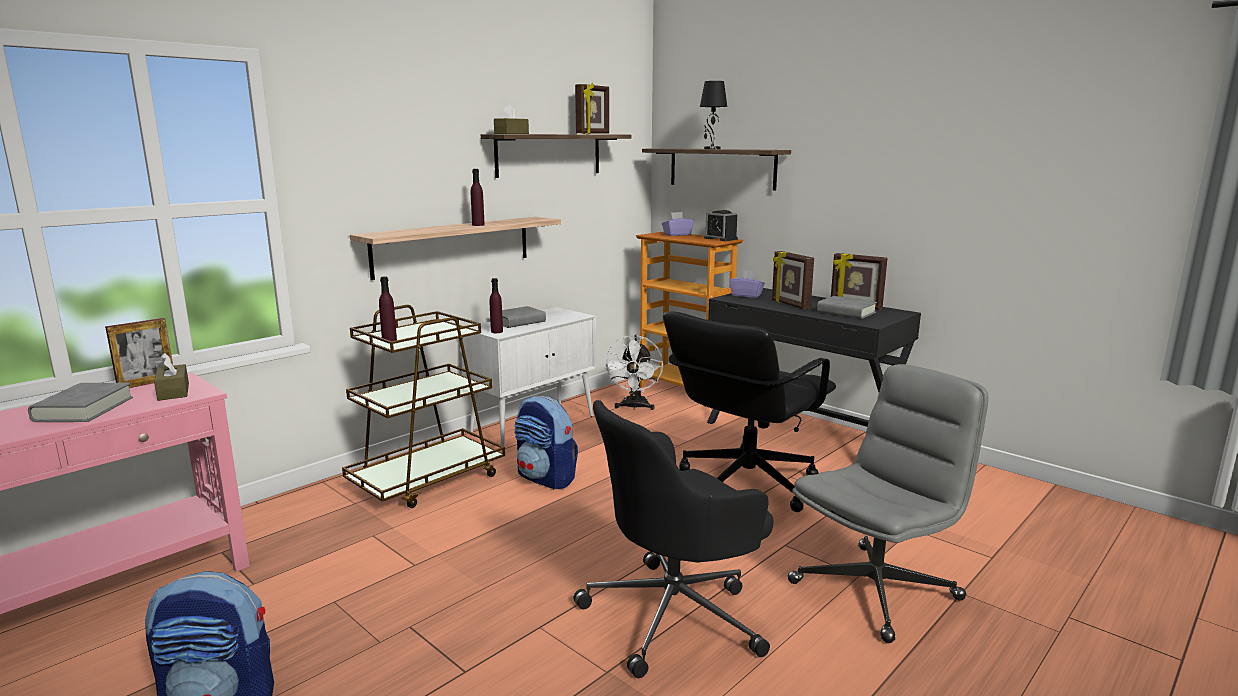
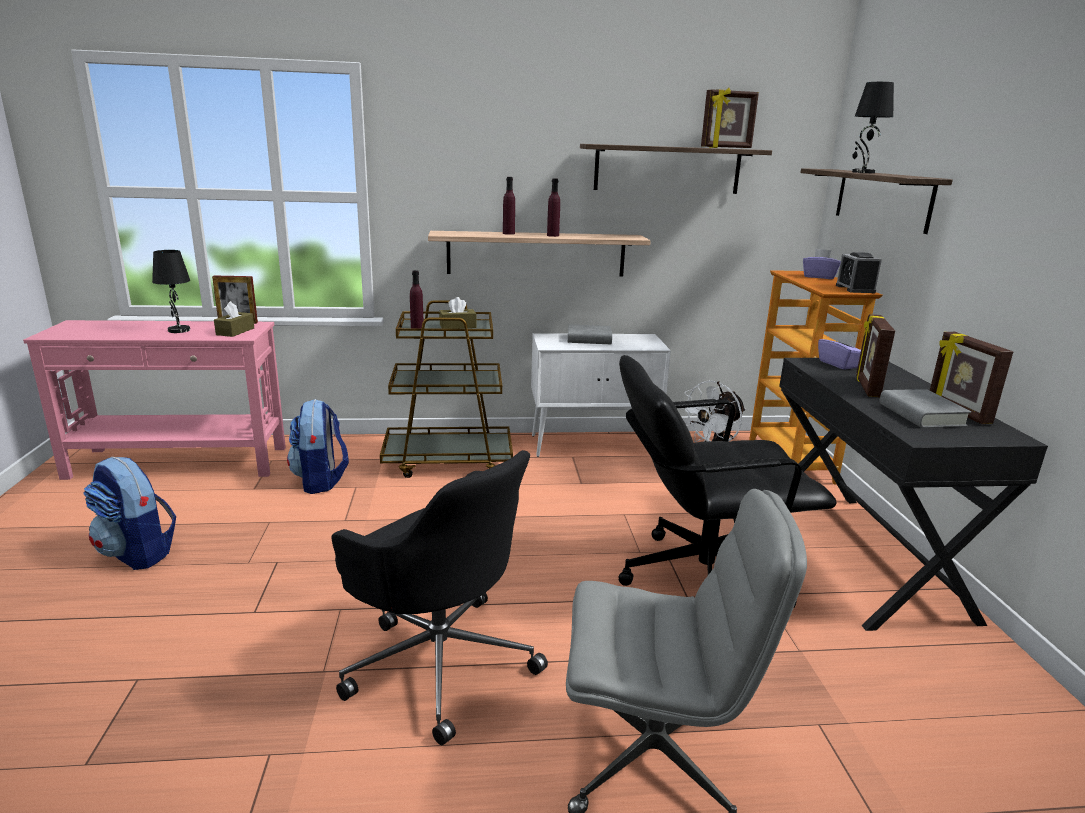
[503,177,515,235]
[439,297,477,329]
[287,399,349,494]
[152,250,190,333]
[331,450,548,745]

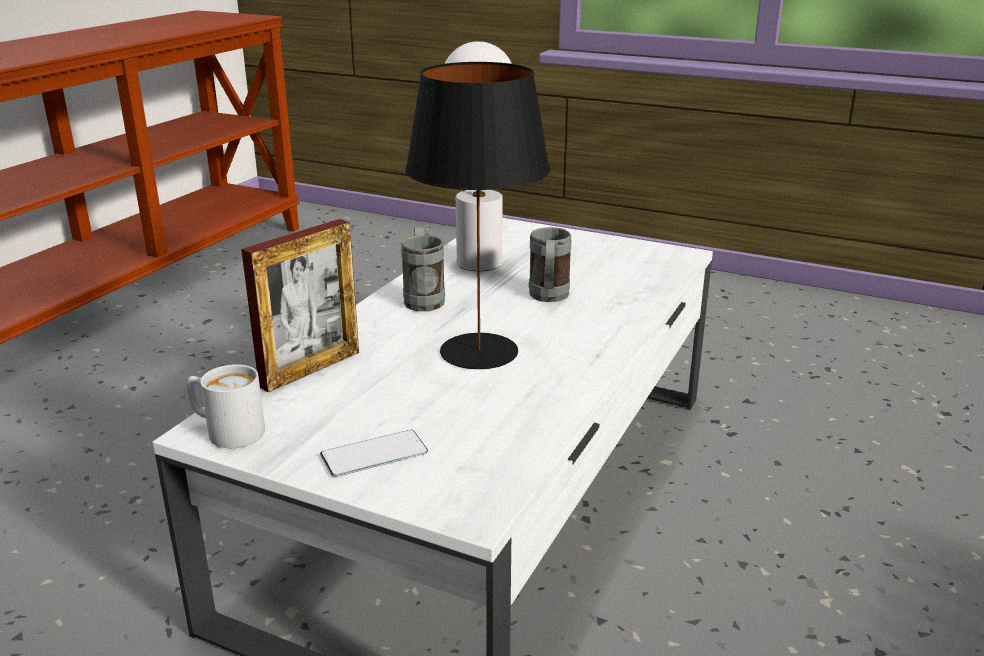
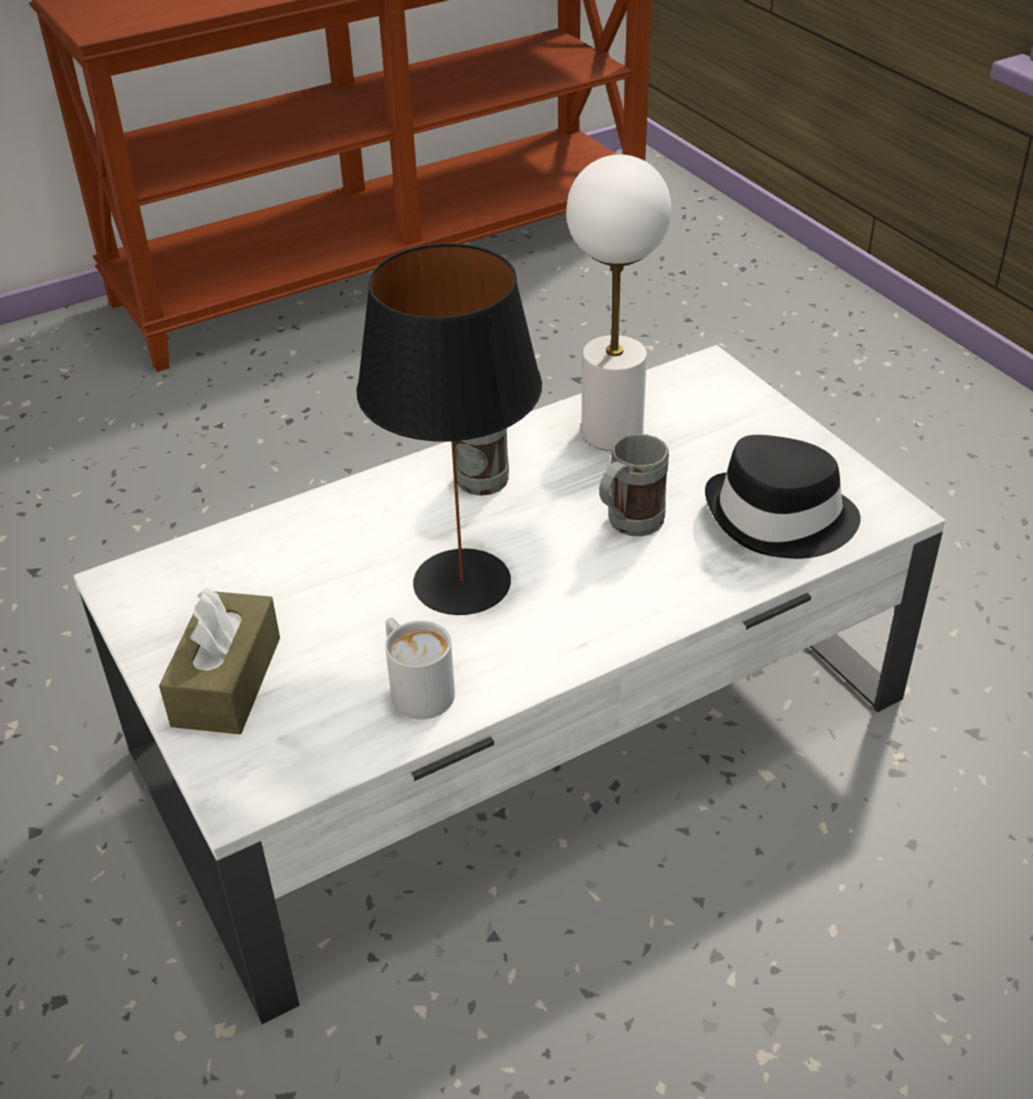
[241,219,359,392] (first image)
[705,435,861,559]
[385,618,455,719]
[159,587,280,734]

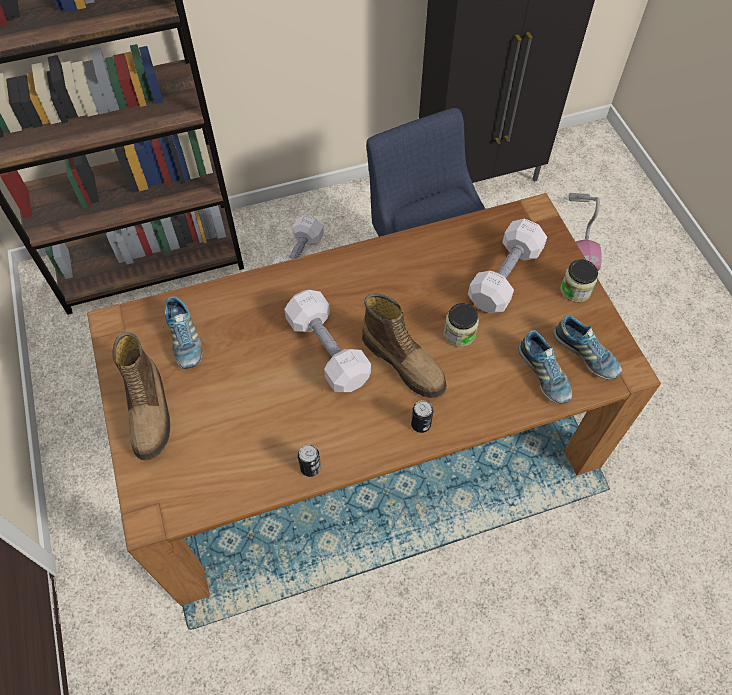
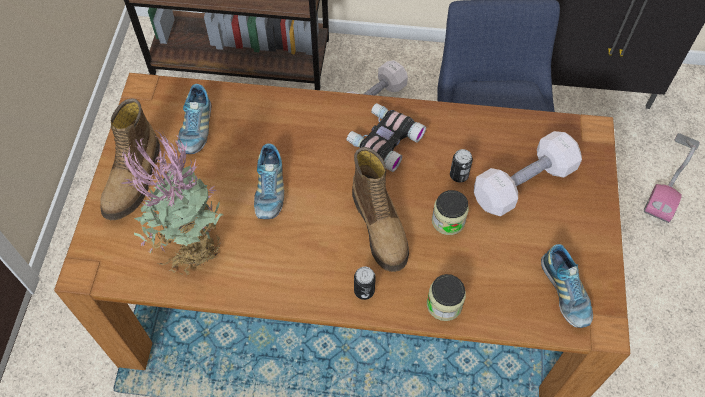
[284,290,371,392] (first image)
[121,131,224,276]
[347,103,426,172]
[450,149,473,183]
[254,143,284,219]
[427,274,466,321]

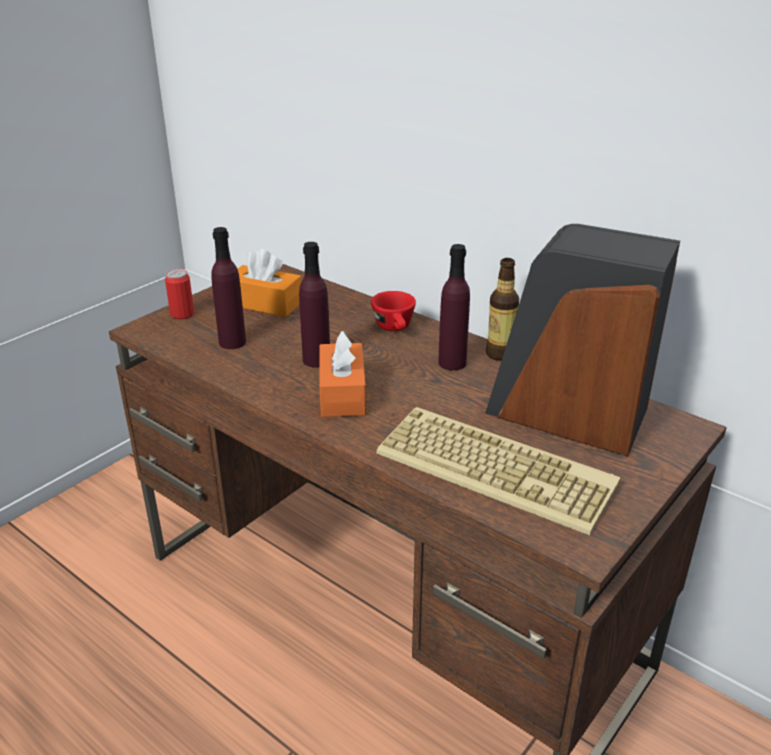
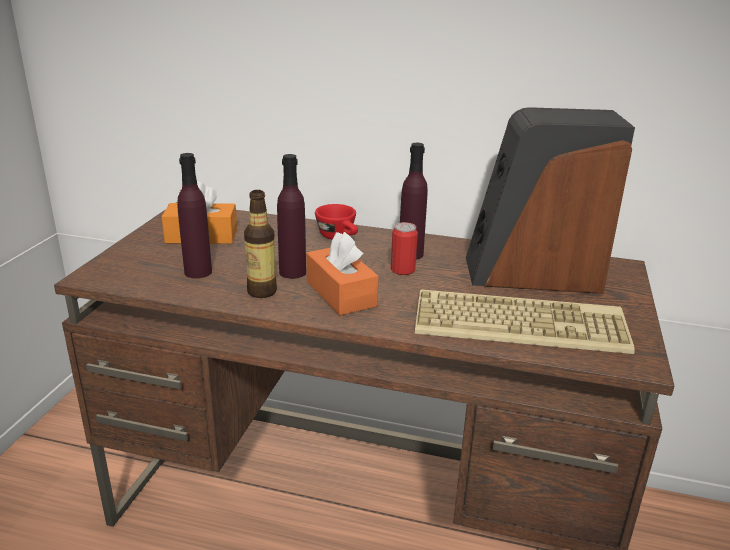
[391,222,418,275]
[244,190,277,298]

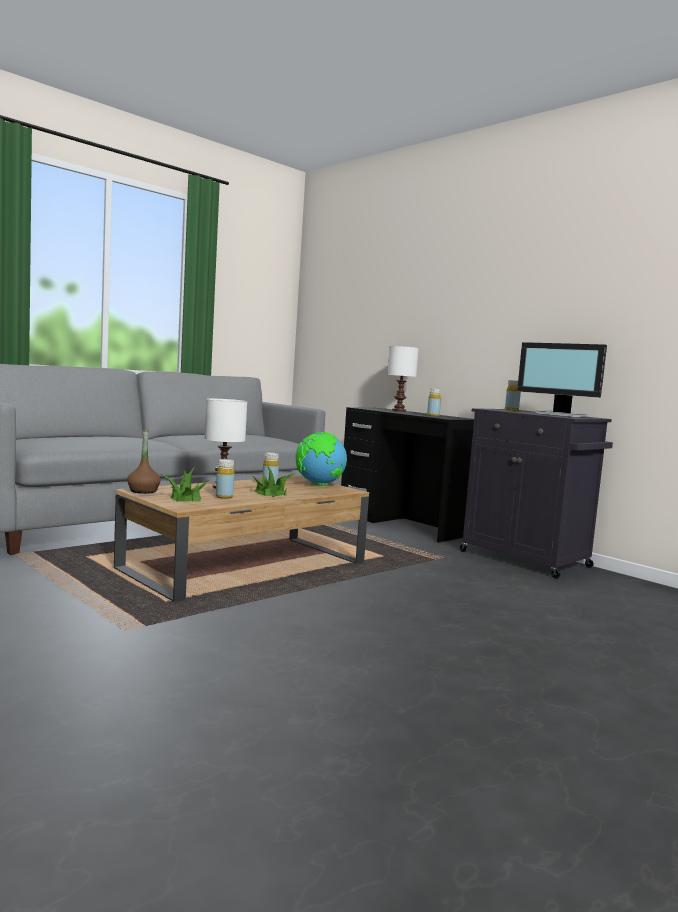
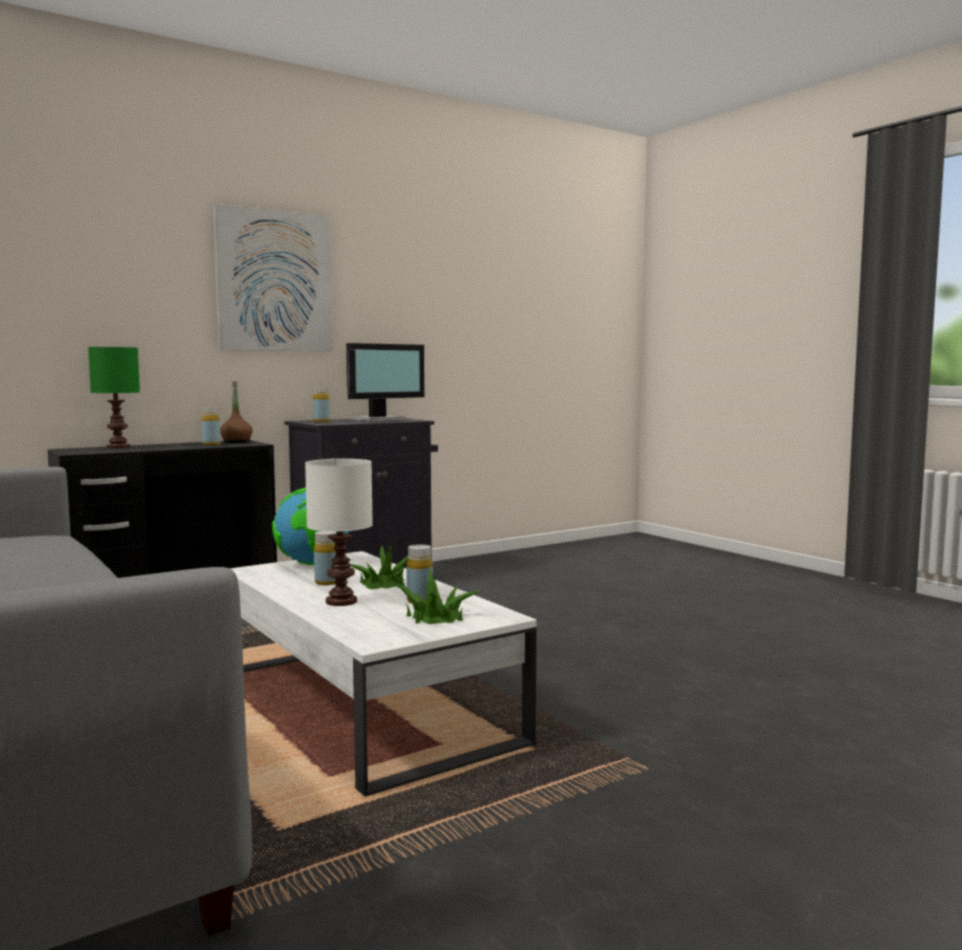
[213,204,332,352]
[220,381,253,443]
[230,551,537,797]
[88,347,140,448]

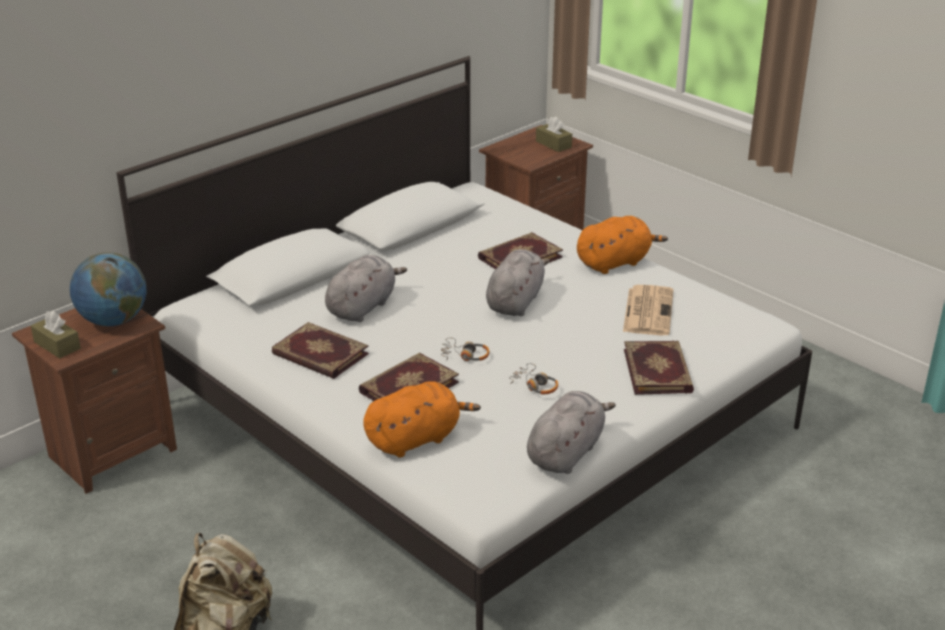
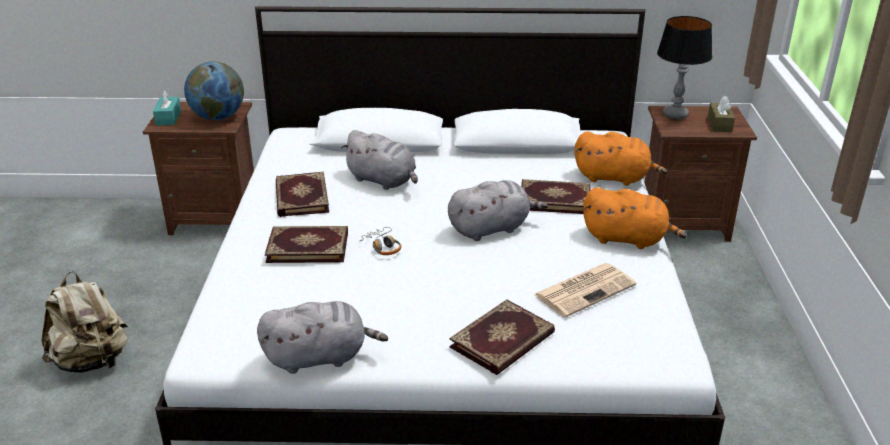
[509,364,558,394] (first image)
[657,16,712,119]
[575,131,667,186]
[153,90,181,126]
[341,130,418,190]

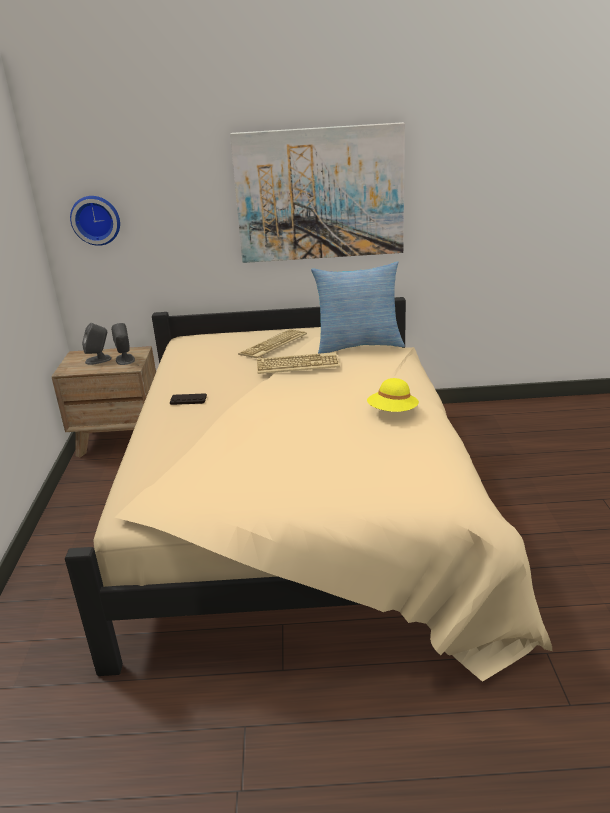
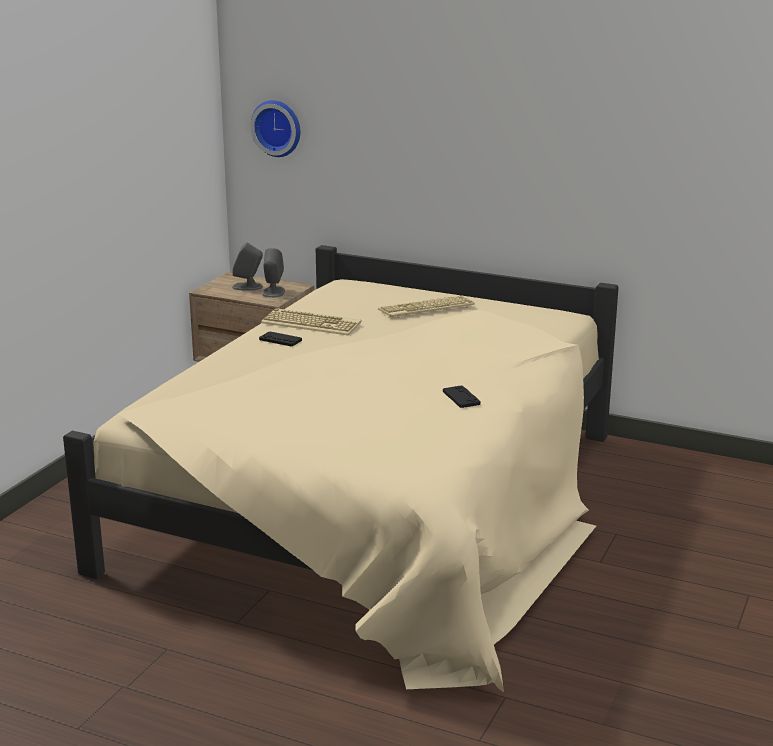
[230,122,405,263] (first image)
[311,261,405,354] (first image)
[261,308,361,336]
[443,386,481,408]

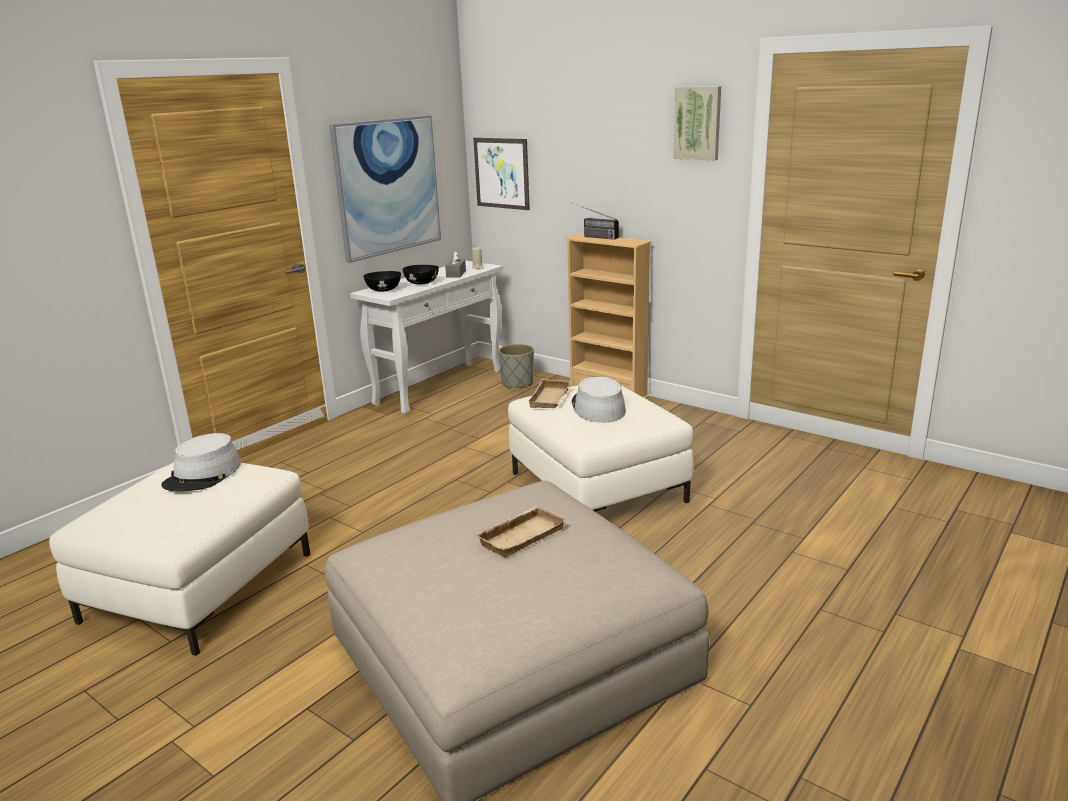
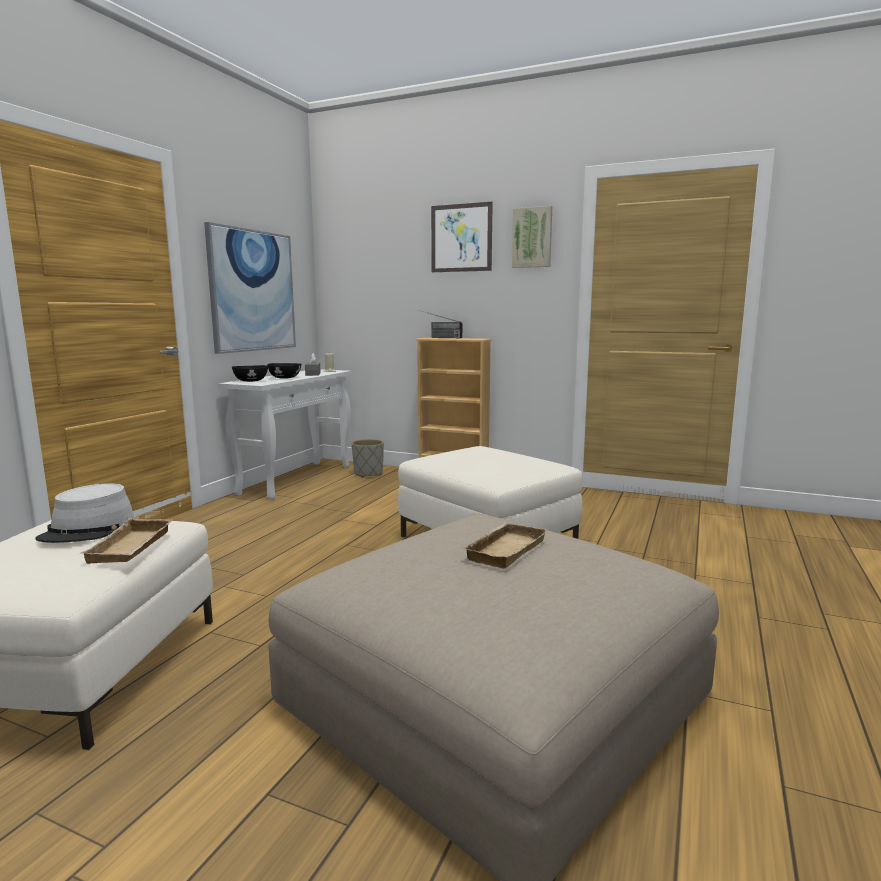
[572,377,626,423] (first image)
[431,202,493,272]
[81,518,173,564]

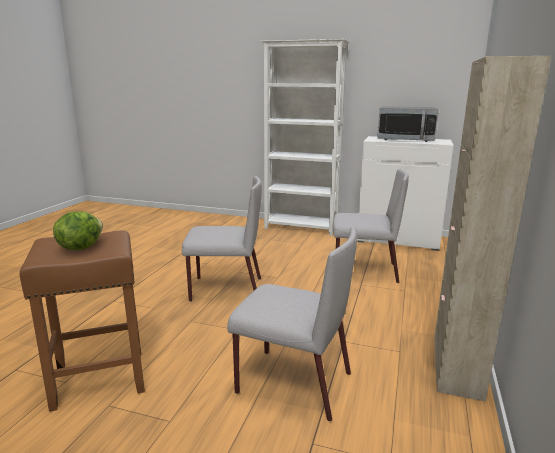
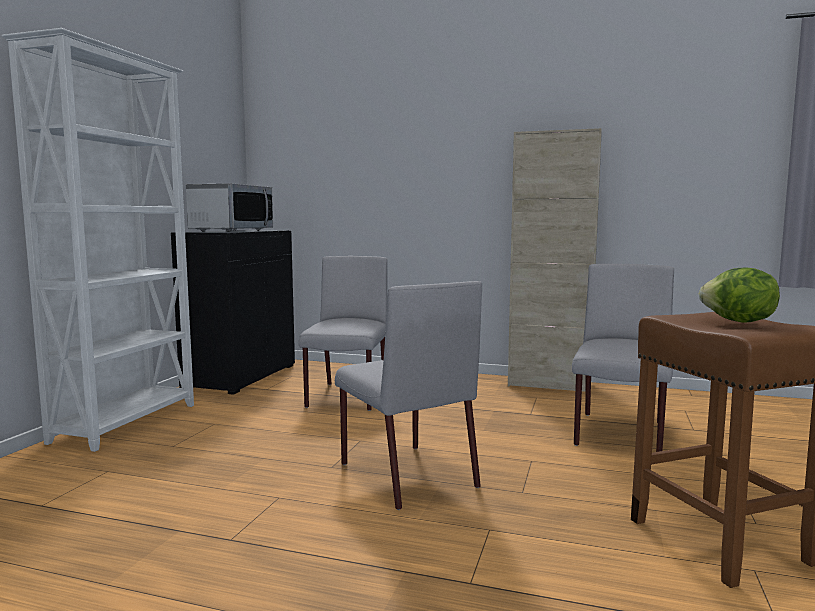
[171,230,295,395]
[335,281,482,510]

